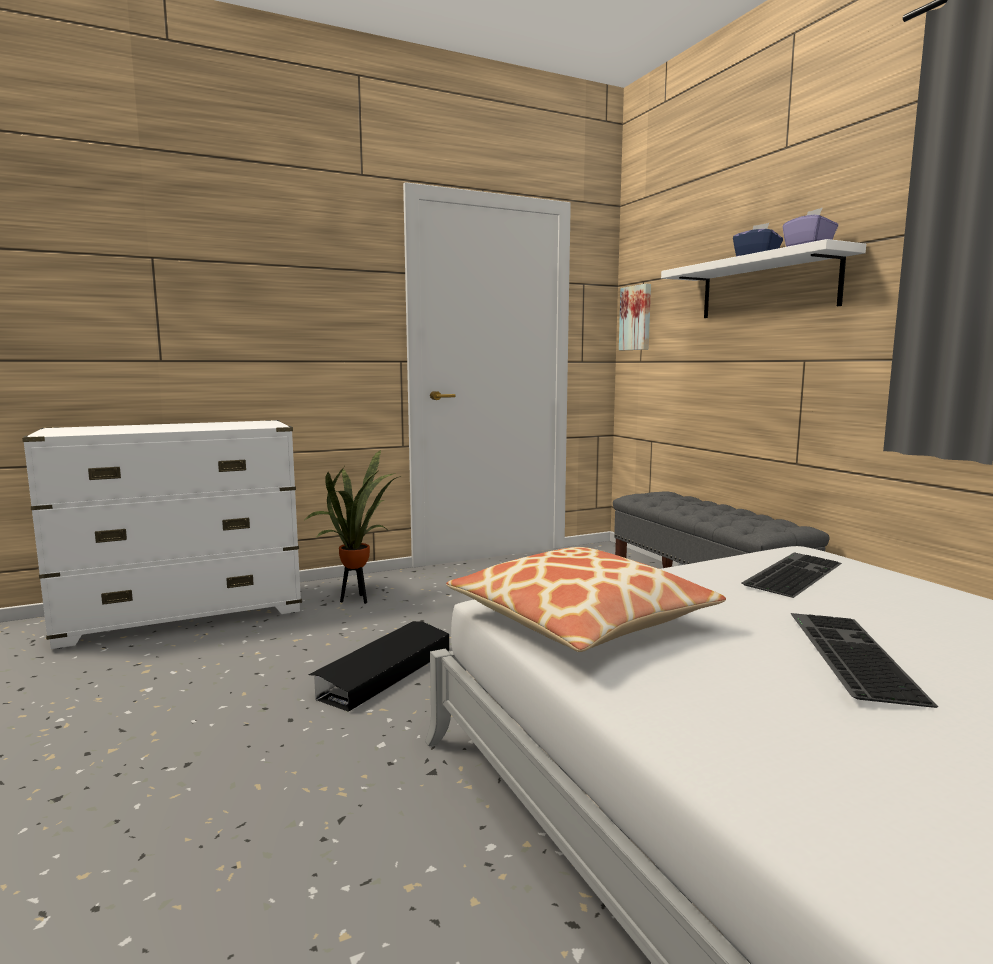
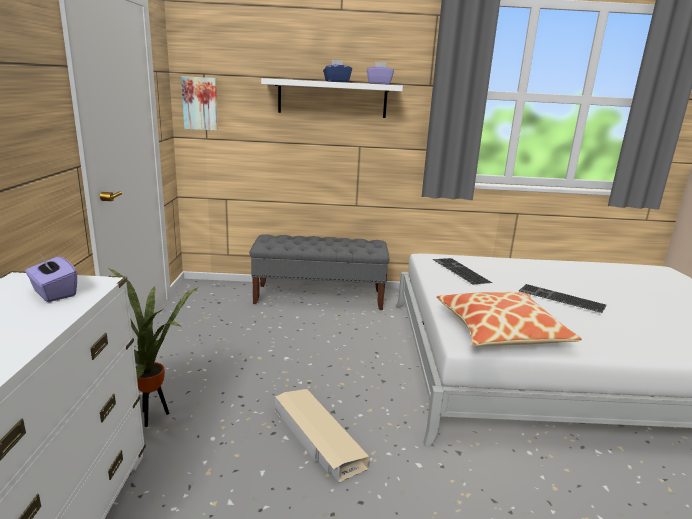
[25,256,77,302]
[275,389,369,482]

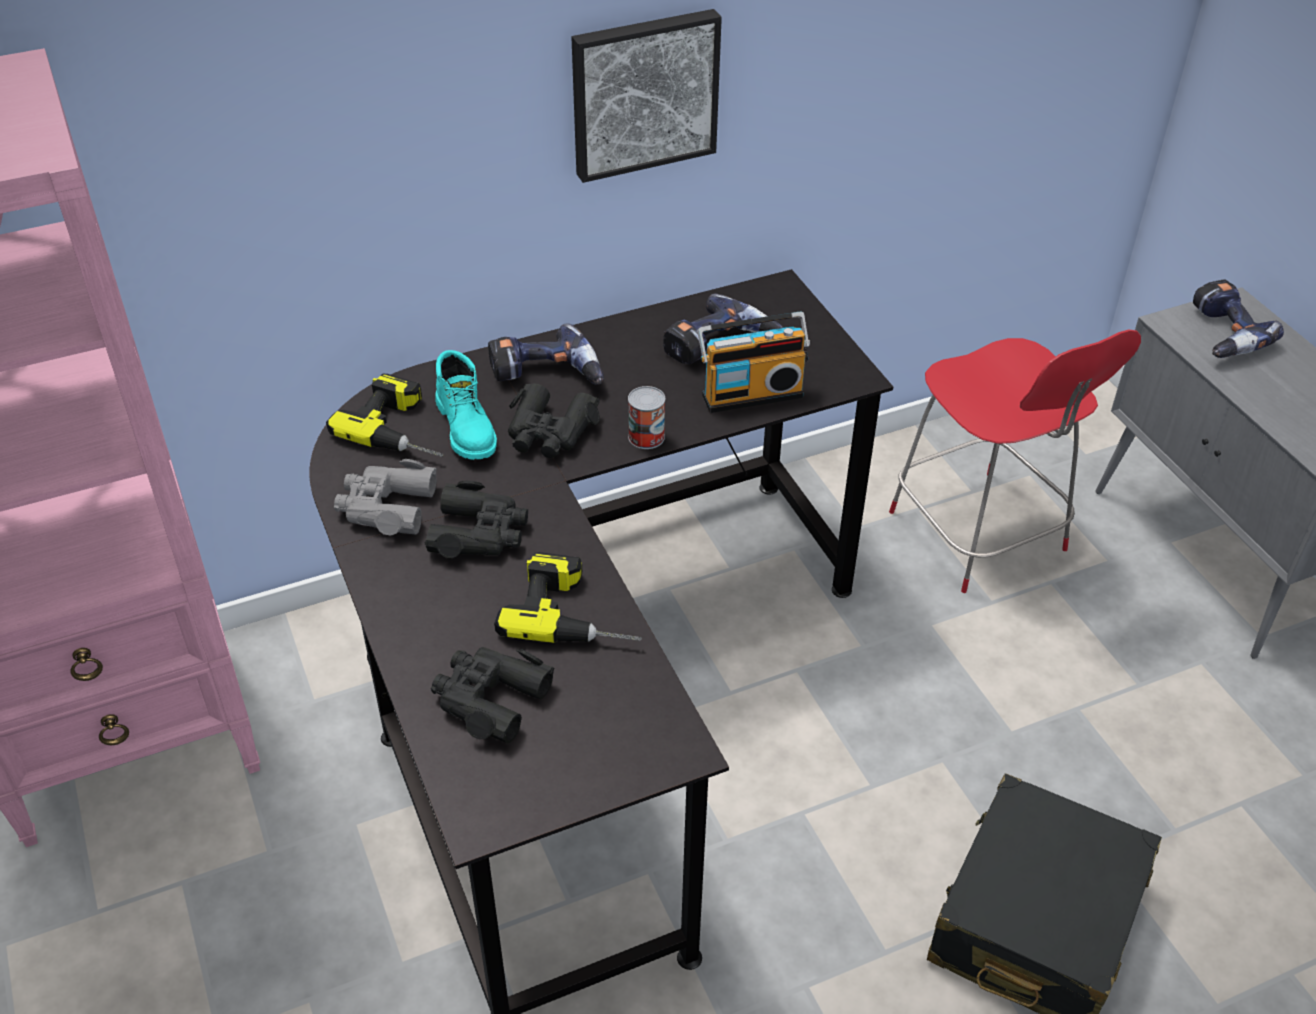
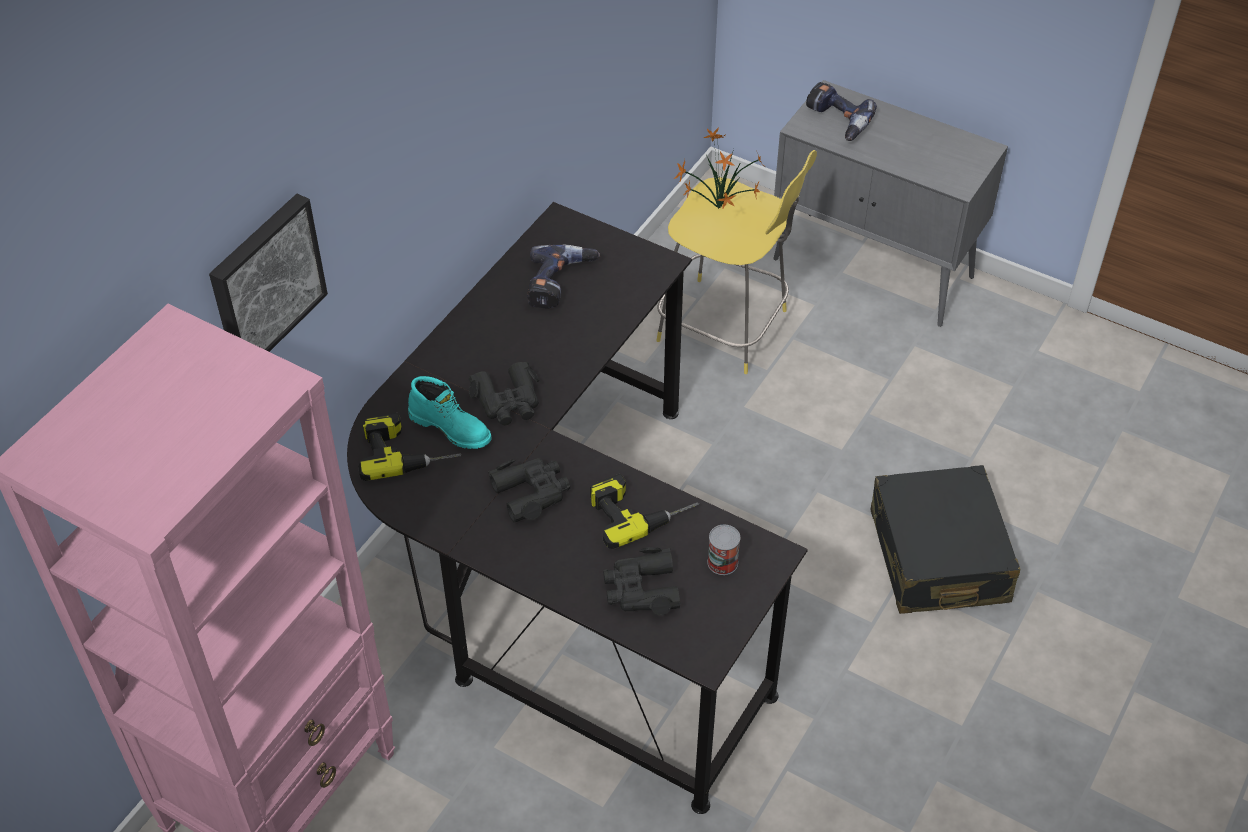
[334,459,437,536] (first image)
[488,323,604,385] (first image)
[697,312,810,413] (first image)
[674,127,764,210]
[209,194,328,352]
[707,525,740,575]
[656,150,817,374]

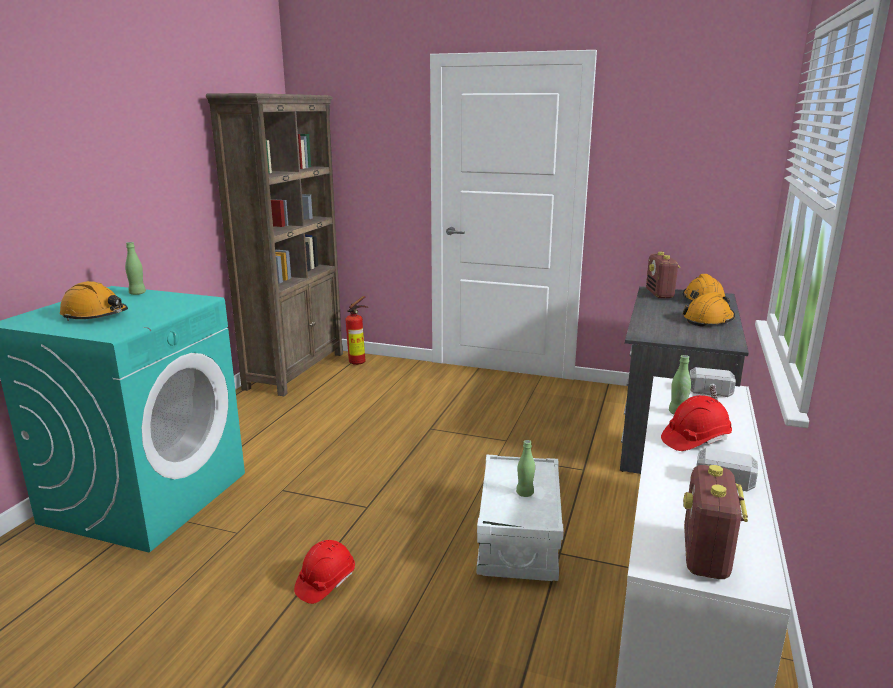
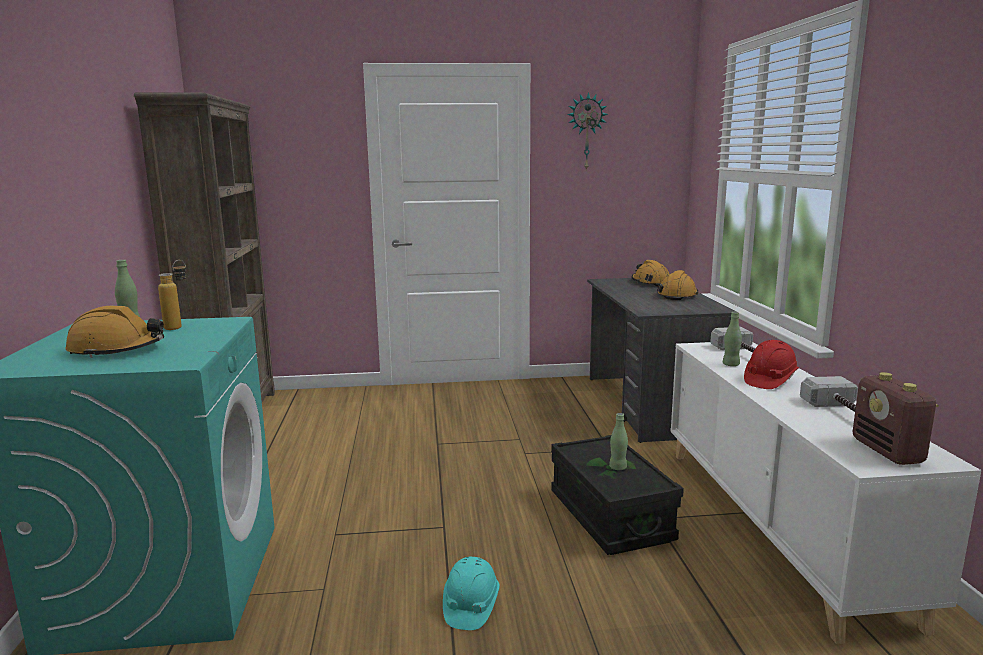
[345,296,369,365] (first image)
[646,252,680,298] (first image)
[158,260,186,330]
[567,92,608,171]
[443,557,499,630]
[551,435,684,555]

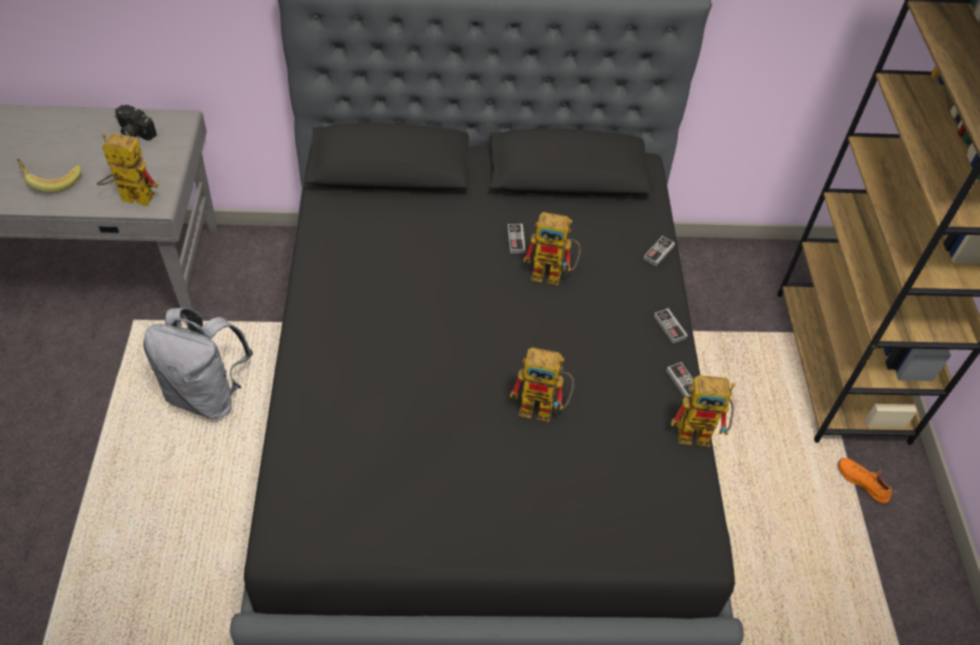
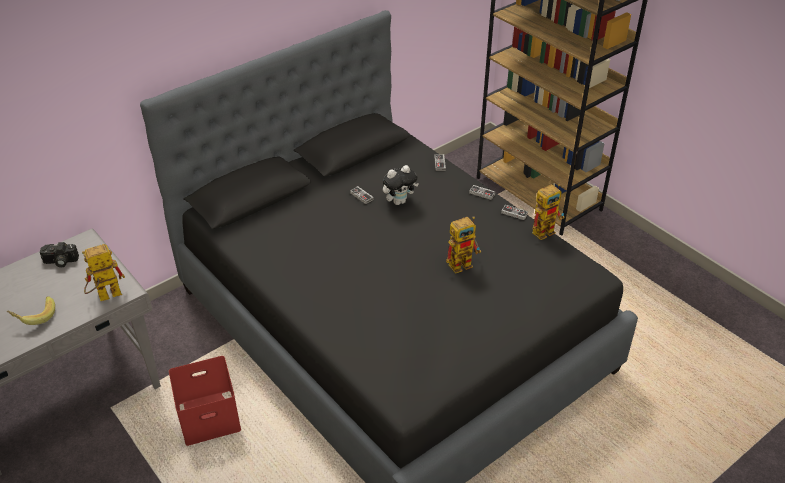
[838,458,896,504] (first image)
[169,356,241,446]
[383,165,419,205]

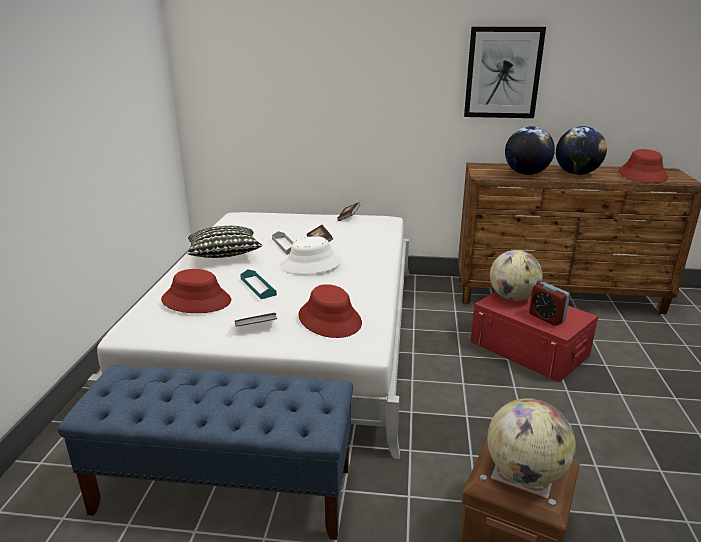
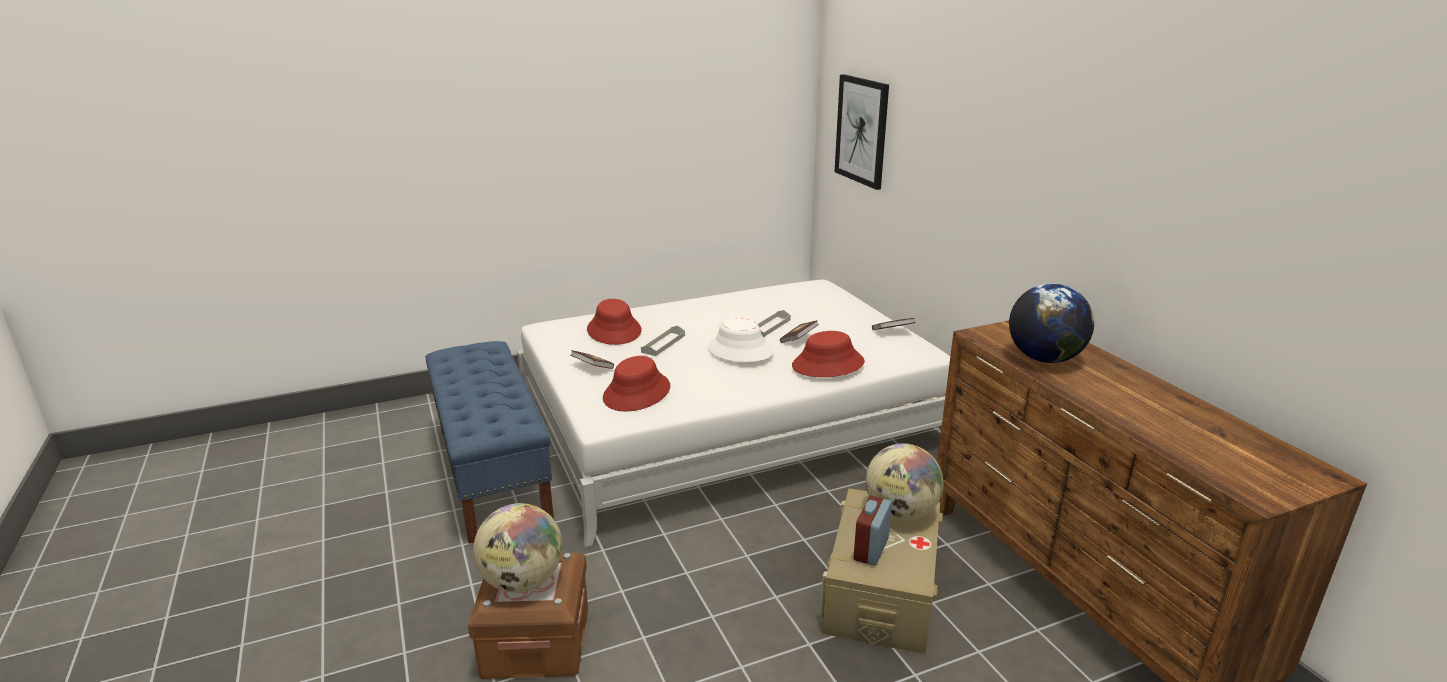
[187,226,262,258] (first image)
[556,126,607,175] (first image)
[835,74,889,190]
[792,331,865,377]
[641,325,685,356]
[820,488,943,654]

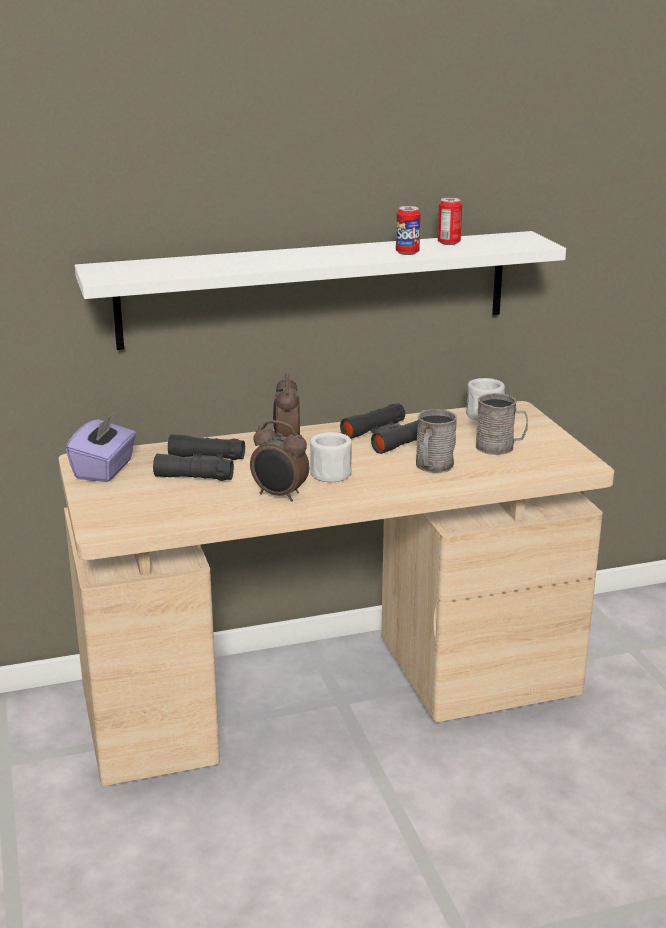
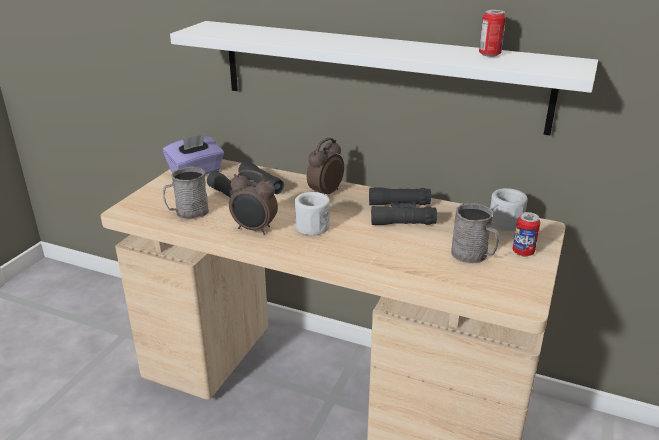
[513,212,540,256]
[163,166,209,220]
[229,170,278,235]

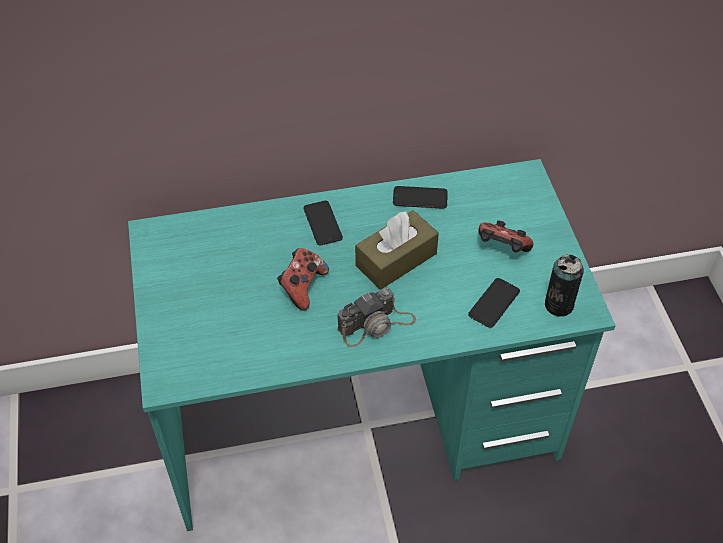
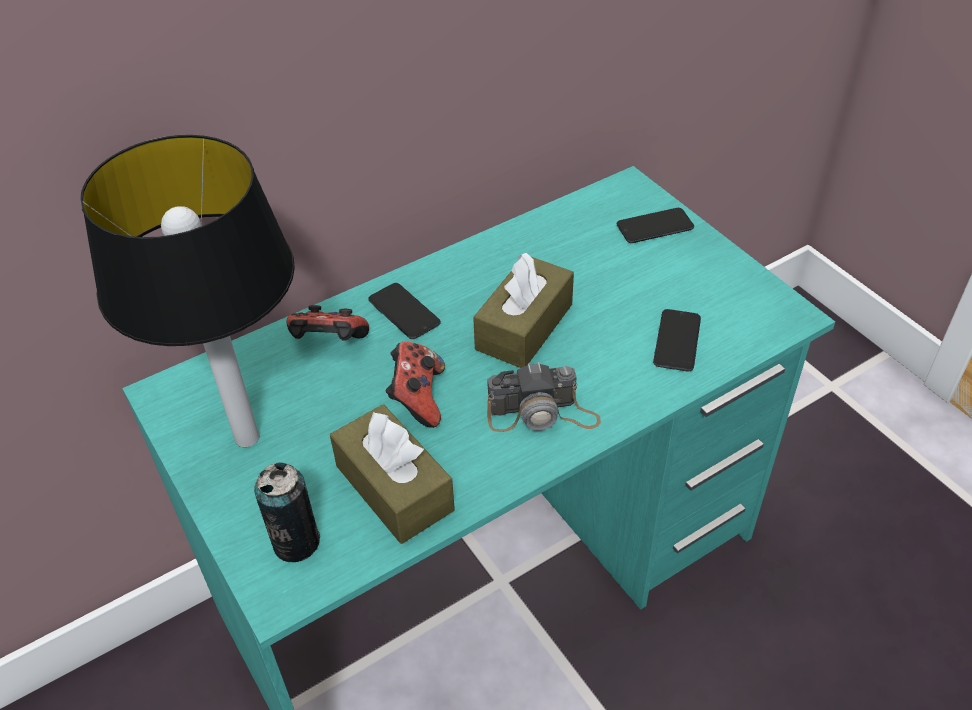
[80,135,295,447]
[330,404,455,544]
[617,208,694,243]
[287,305,369,341]
[254,462,320,562]
[487,362,601,432]

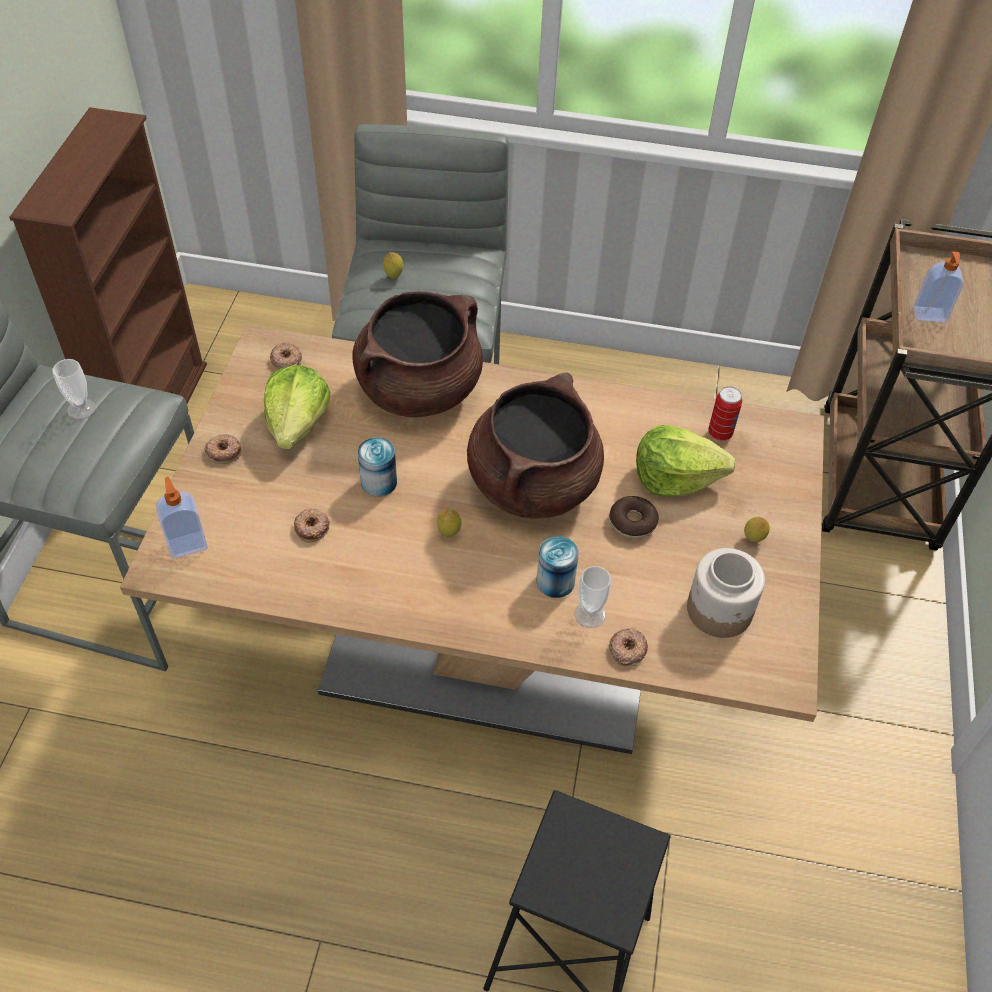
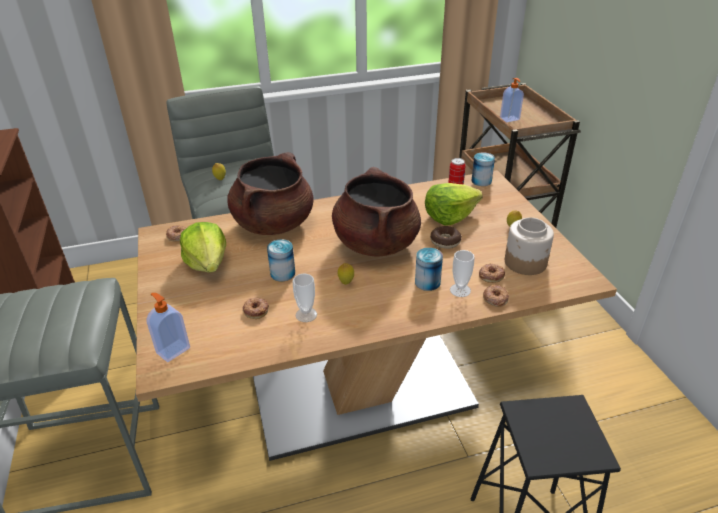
[471,152,495,186]
[293,274,317,322]
[479,264,505,283]

